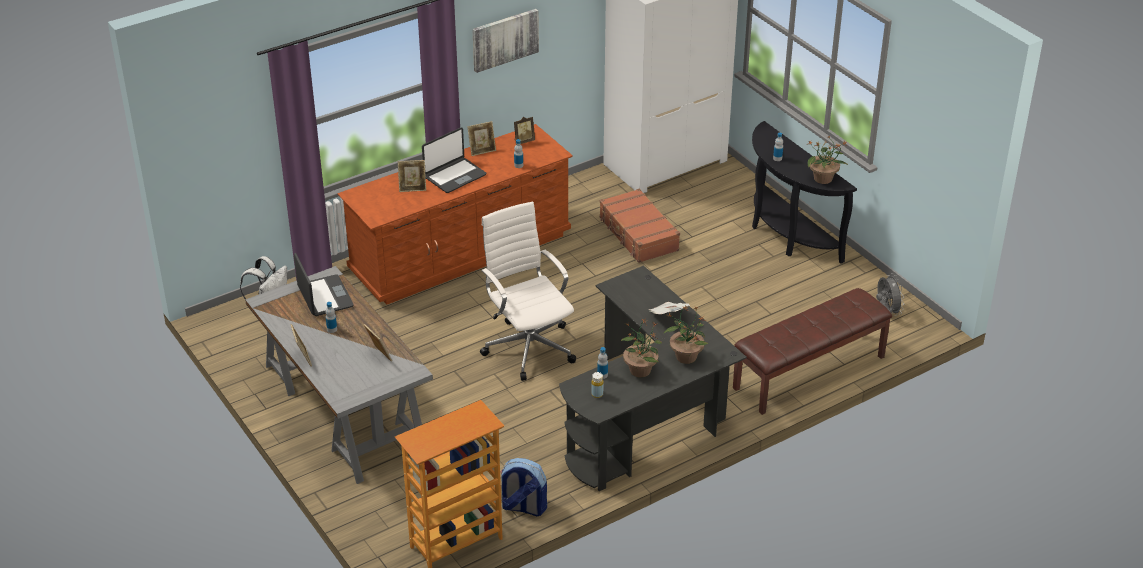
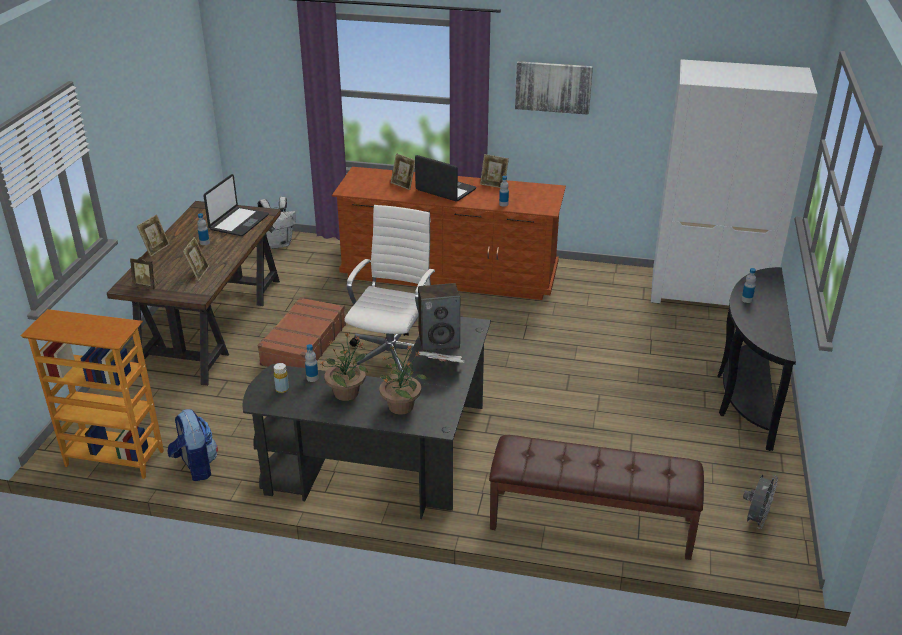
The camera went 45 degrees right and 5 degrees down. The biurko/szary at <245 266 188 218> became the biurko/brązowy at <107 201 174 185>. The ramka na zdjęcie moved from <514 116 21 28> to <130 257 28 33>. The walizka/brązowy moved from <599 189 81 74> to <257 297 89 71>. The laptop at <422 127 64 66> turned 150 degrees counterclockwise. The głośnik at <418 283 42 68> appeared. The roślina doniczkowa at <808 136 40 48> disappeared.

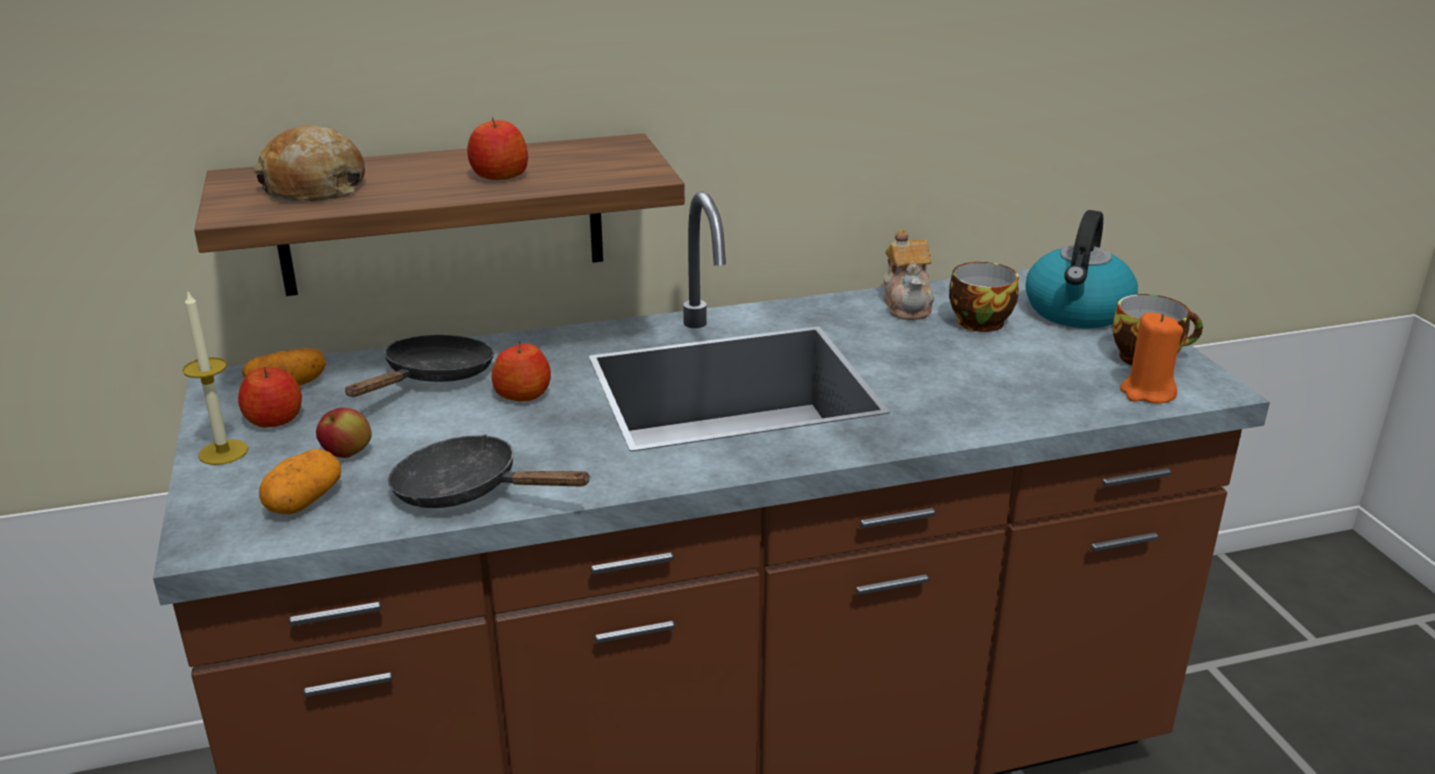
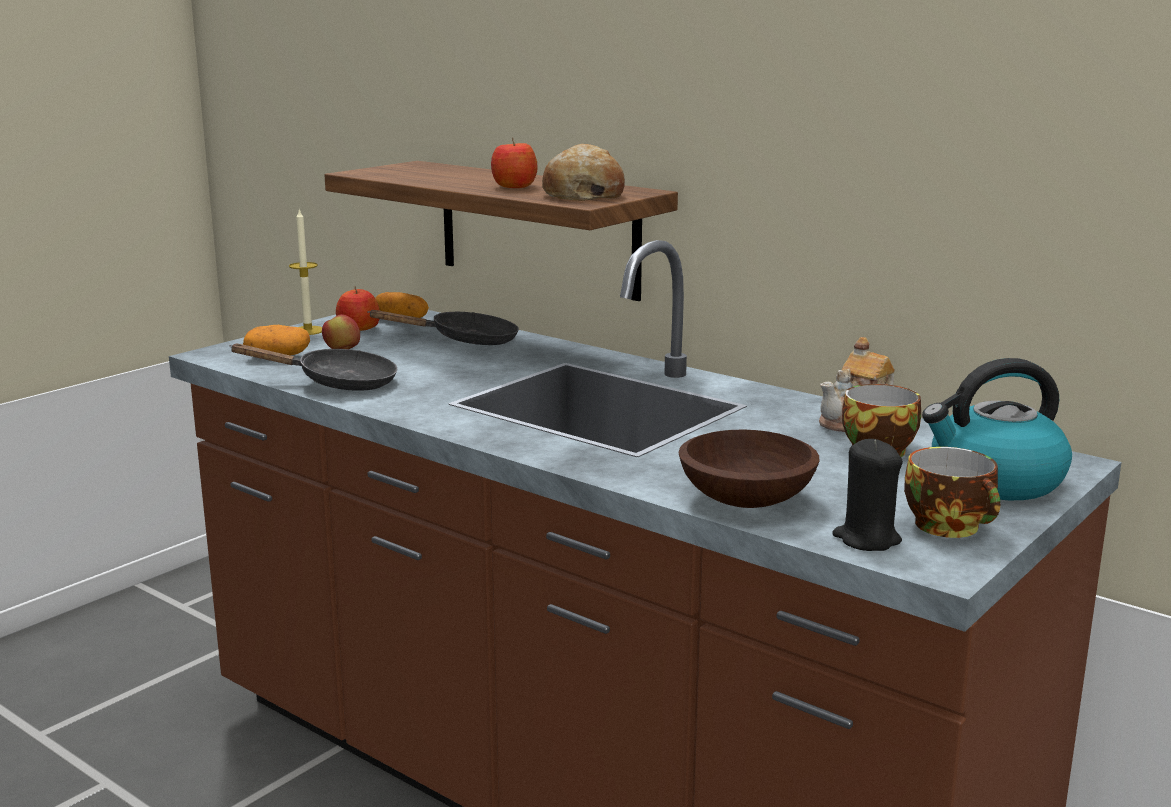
The camera went 55 degrees right and 10 degrees down. The patelnia/czarny at <388 434 203 74> turned 105 degrees clockwise. The chleb moved from <253 126 112 75> to <542 144 83 57>. The miska/brązowy at <679 430 140 78> appeared. The świeca/pomarańczowy at <1120 313 63 91> became the świeca/czarny at <832 439 71 112>. The jabłko at <492 342 59 59> disappeared.

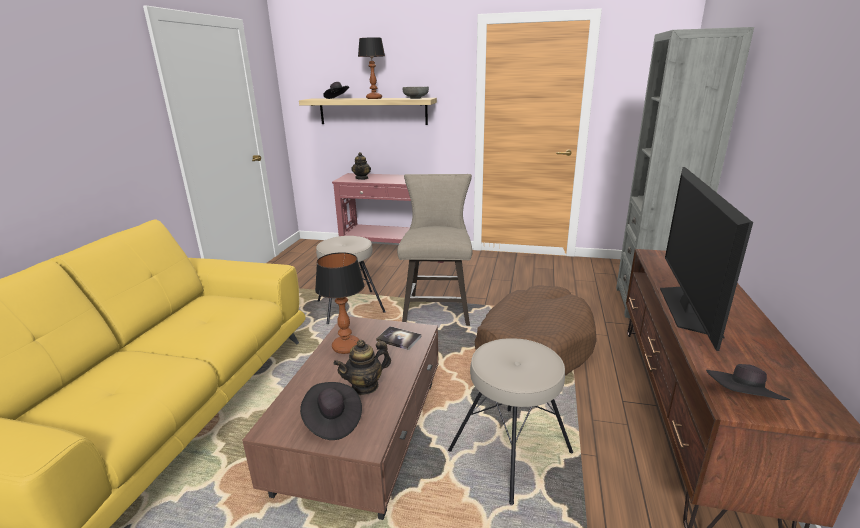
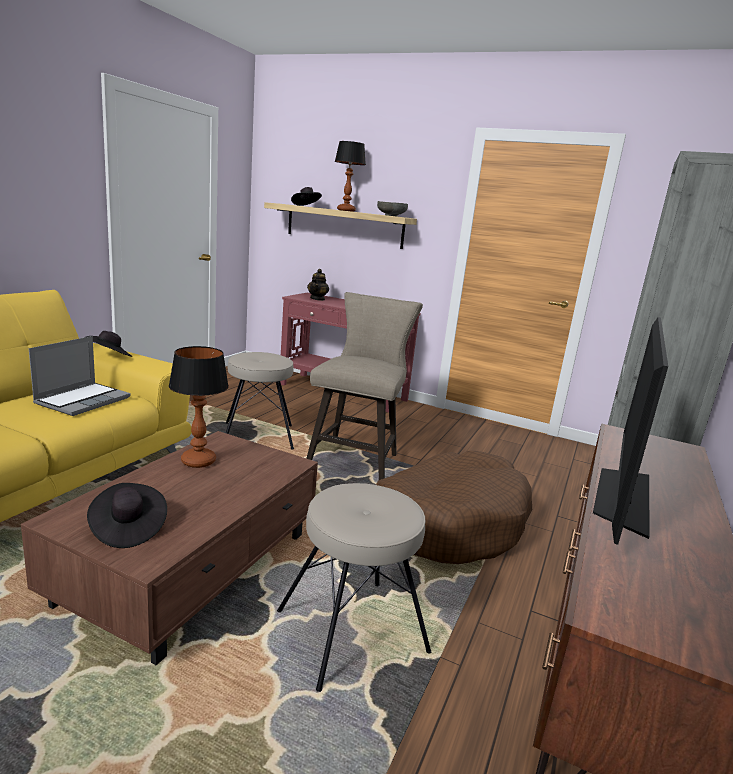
The camera went 10 degrees right and 5 degrees down. The laptop at <29 336 102 80> appeared. The kapelusz/czarny moved from <706 364 84 36> to <86 331 46 26>. The imbryk at <333 340 58 55> disappeared. The książka at <376 326 45 24> disappeared.

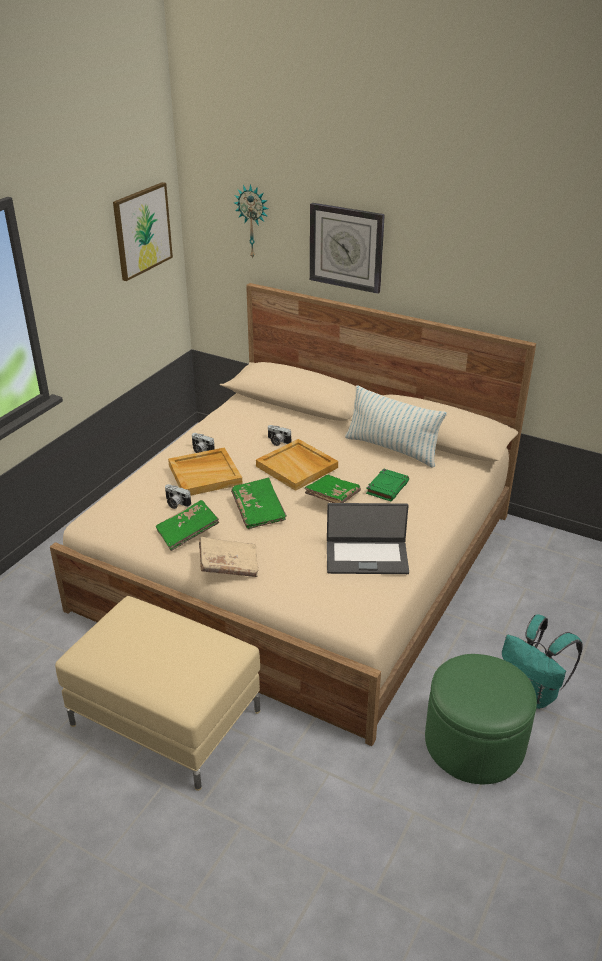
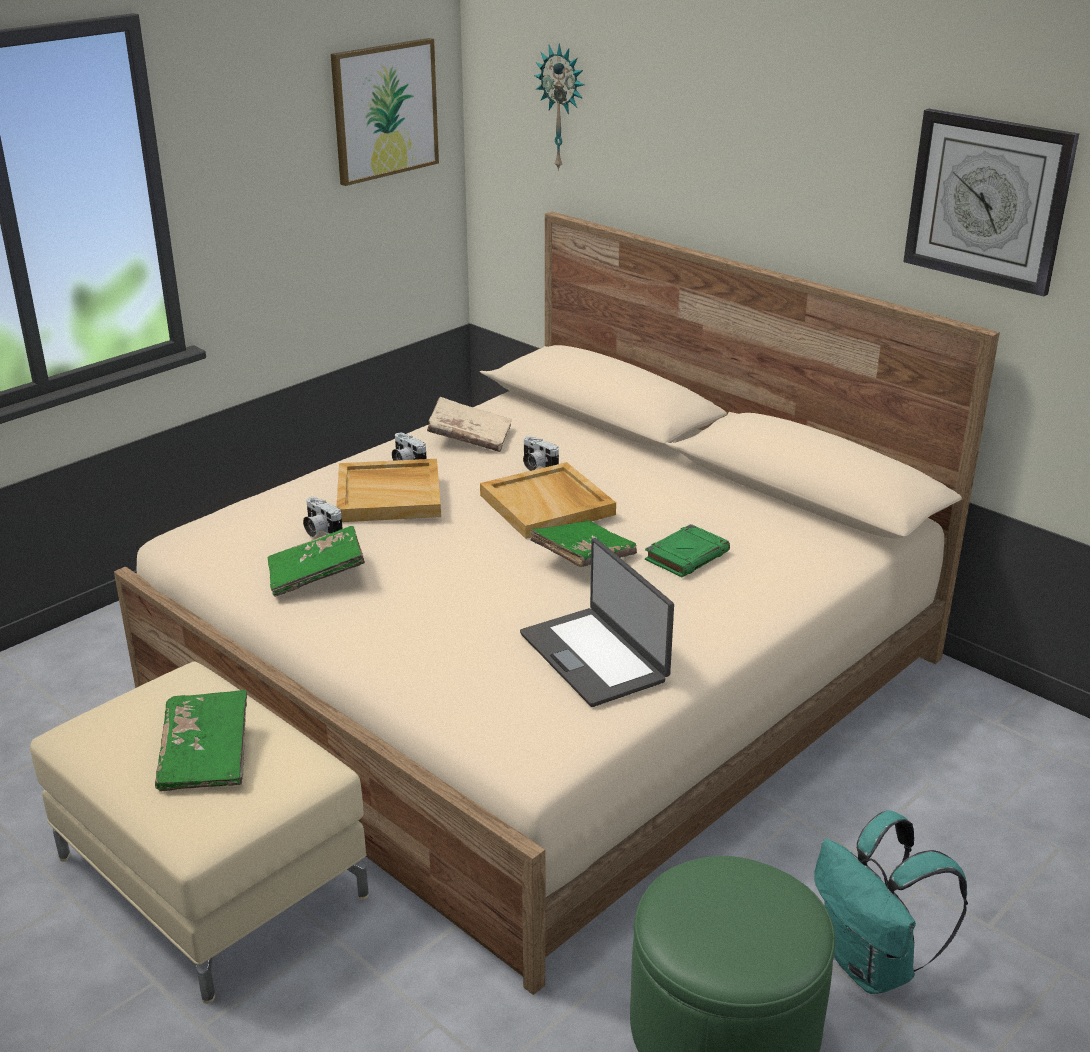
The camera went 15 degrees right and 5 degrees down. The książka/zielony moved from <231 478 56 51> to <155 690 92 101>. The książka/beżowy moved from <199 537 60 40> to <427 397 85 55>. The laptop at <327 503 82 71> turned 45 degrees clockwise. The zegar ścienny moved from <310 203 75 91> to <903 109 176 188>. The poduszka at <345 385 102 83> disappeared.

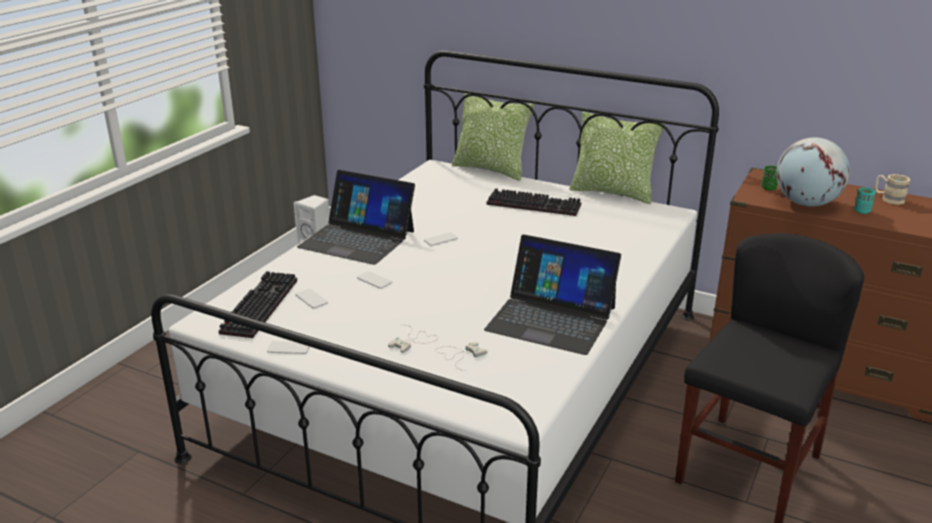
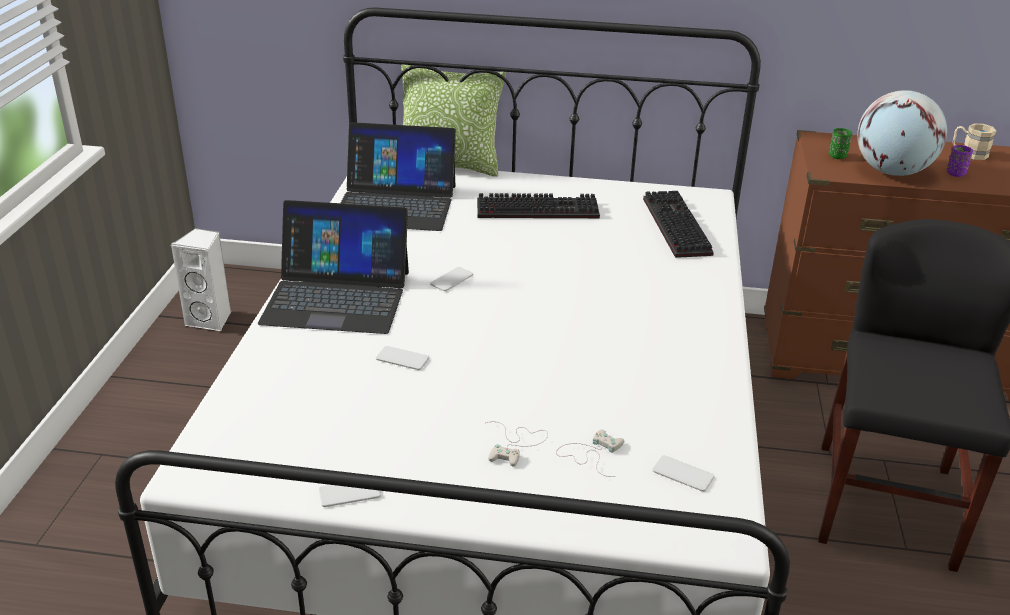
The camera went 20 degrees left and 5 degrees up. The laptop moved from <484 235 137 120> to <341 122 115 109>. The klawiatura moved from <218 271 79 67> to <643 191 71 67>. The telefon moved from <296 289 32 20> to <652 455 63 37>. The filiżanka/turkusowy at <854 187 22 27> became the filiżanka/fioletowy at <947 145 26 32>. The poduszka at <569 111 95 93> disappeared.

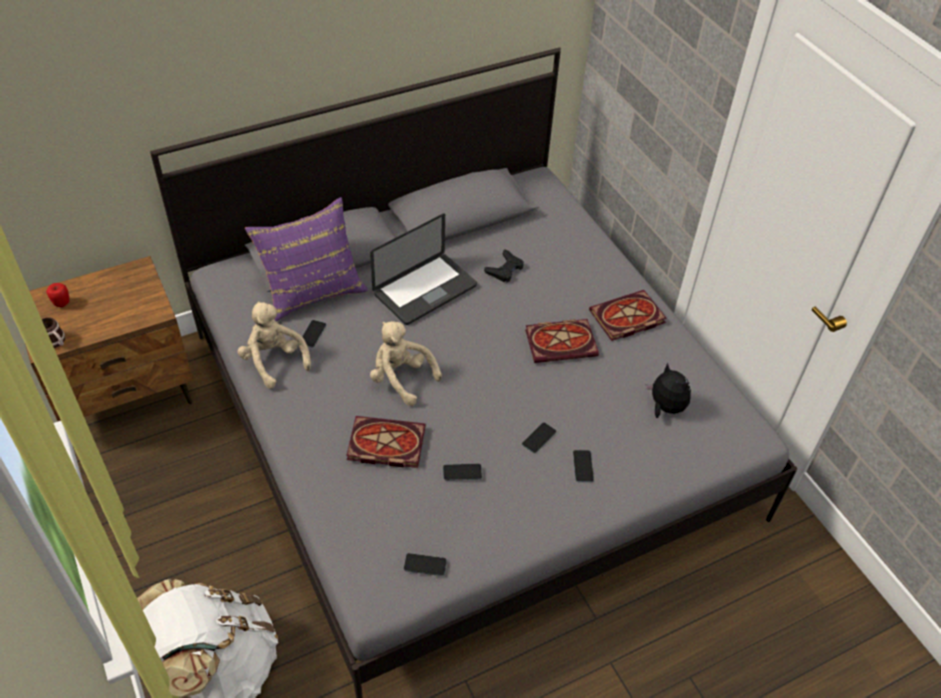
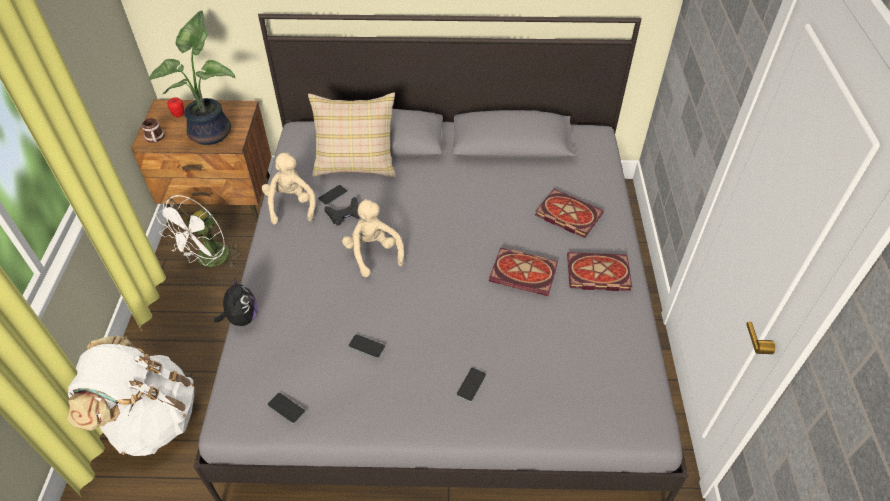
The camera went 30 degrees right and 0 degrees up. The roślina doniczkowa at <149 10 86 135> appeared. The wentylator/biały at <156 195 84 72> appeared. The pluszak moved from <645 363 46 55> to <214 277 43 49>. The poduszka/fioletowy at <245 197 123 124> became the poduszka/beżowy at <308 92 89 85>. The pad do gier/czarny moved from <484 249 40 33> to <324 197 36 28>. The książka moved from <346 416 79 52> to <535 189 69 49>. The laptop at <370 214 107 111> disappeared. The telefon at <522 423 34 30> disappeared.

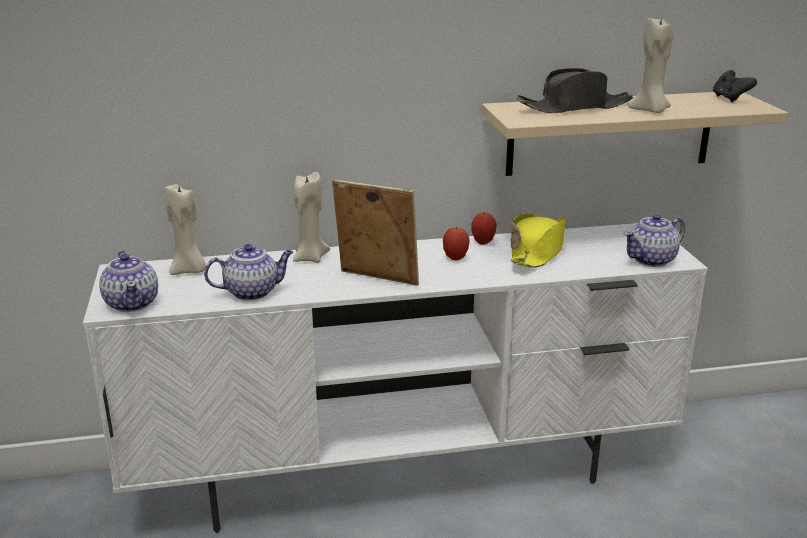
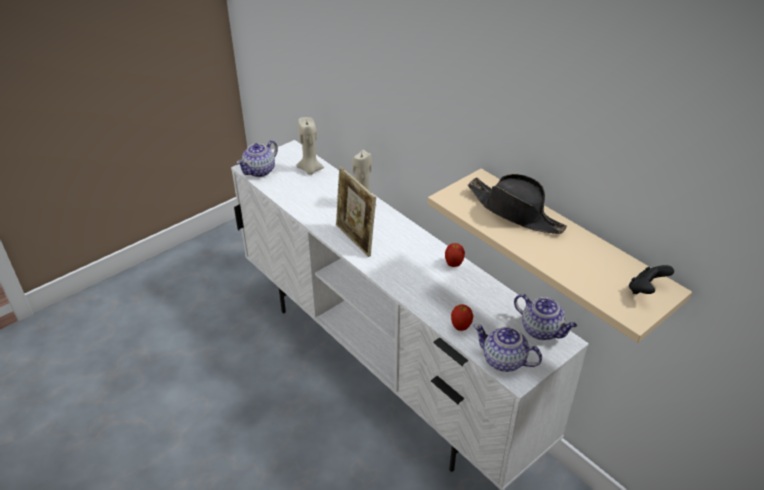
The camera went 60 degrees right and 15 degrees up. The ramka na zdjęcie at <332 180 87 106> turned 150 degrees clockwise. The jabłko moved from <443 226 27 35> to <451 304 22 27>. The imbryk moved from <204 244 89 57> to <514 294 63 46>. The kapelusz/żółty at <510 213 56 55> disappeared. The świeca/beżowy at <628 17 46 96> disappeared.

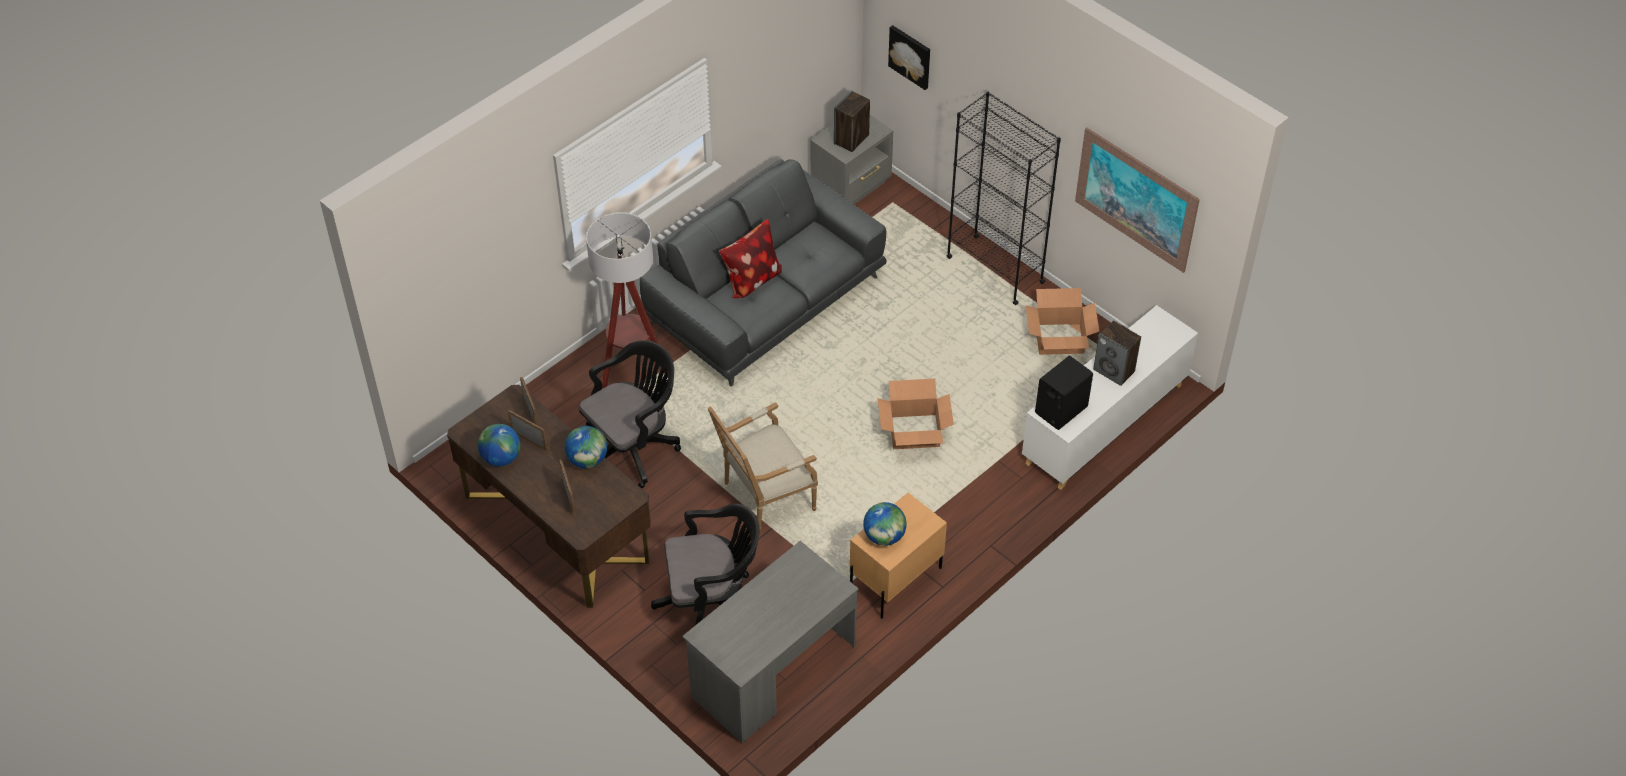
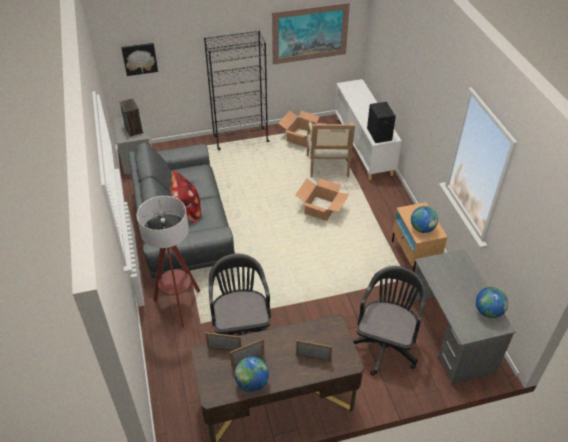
The camera went 60 degrees left and 5 degrees down. The fotel moved from <708 402 110 129> to <307 119 48 58>. The globus moved from <565 426 42 42> to <476 287 32 31>. The głośnik at <1093 320 48 66> disappeared.

